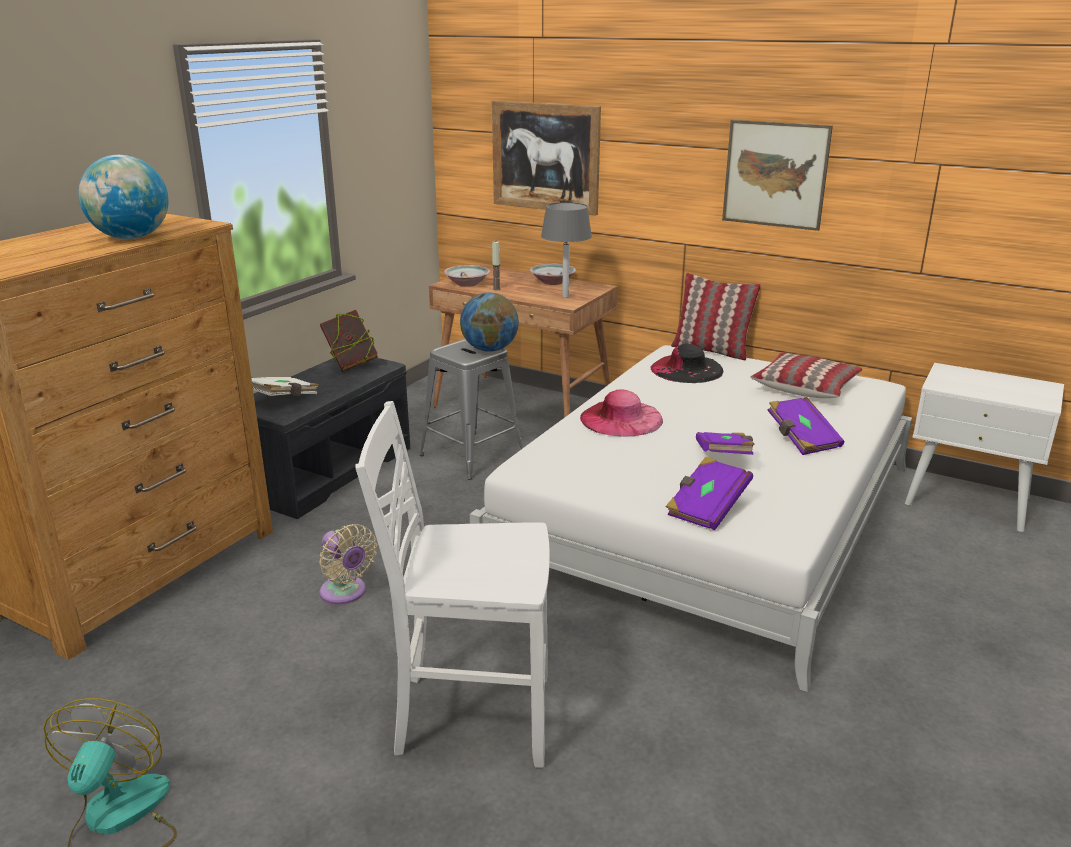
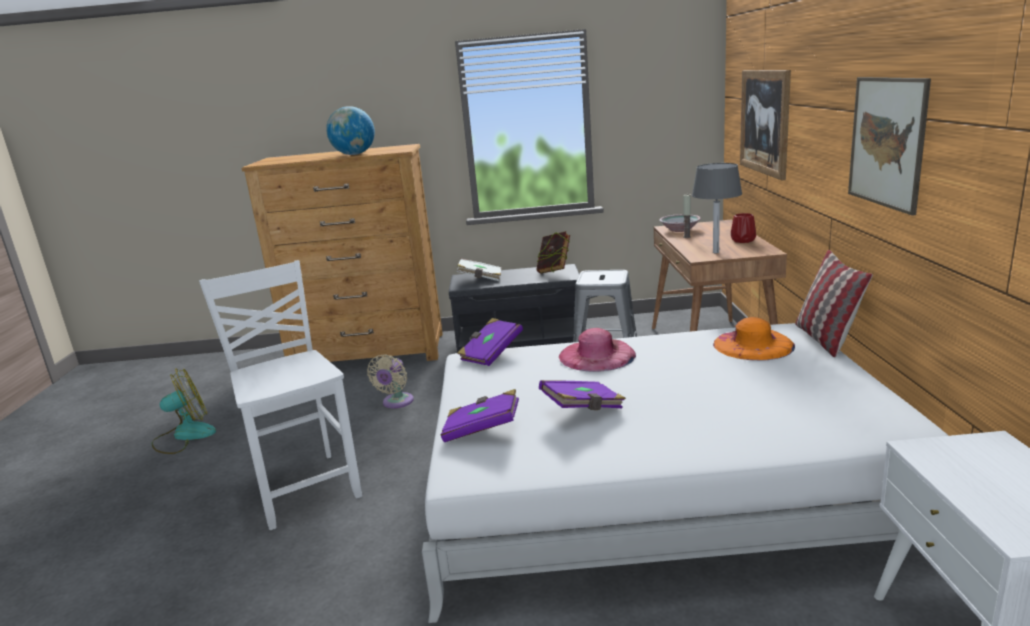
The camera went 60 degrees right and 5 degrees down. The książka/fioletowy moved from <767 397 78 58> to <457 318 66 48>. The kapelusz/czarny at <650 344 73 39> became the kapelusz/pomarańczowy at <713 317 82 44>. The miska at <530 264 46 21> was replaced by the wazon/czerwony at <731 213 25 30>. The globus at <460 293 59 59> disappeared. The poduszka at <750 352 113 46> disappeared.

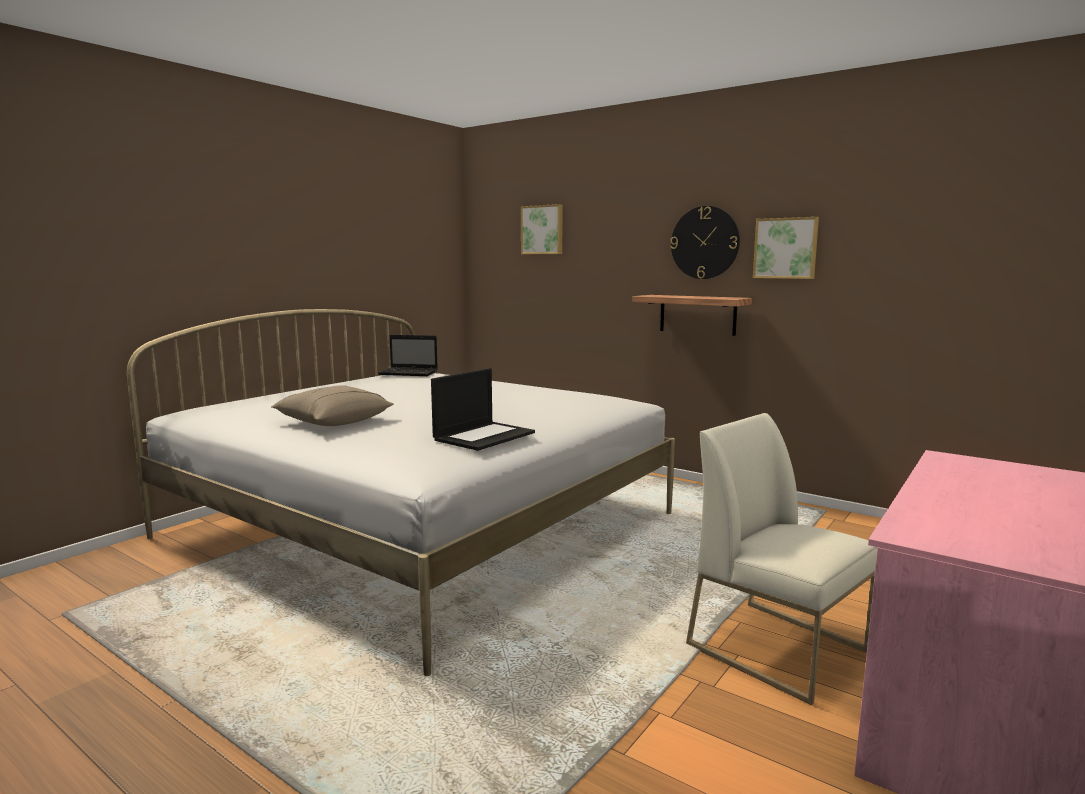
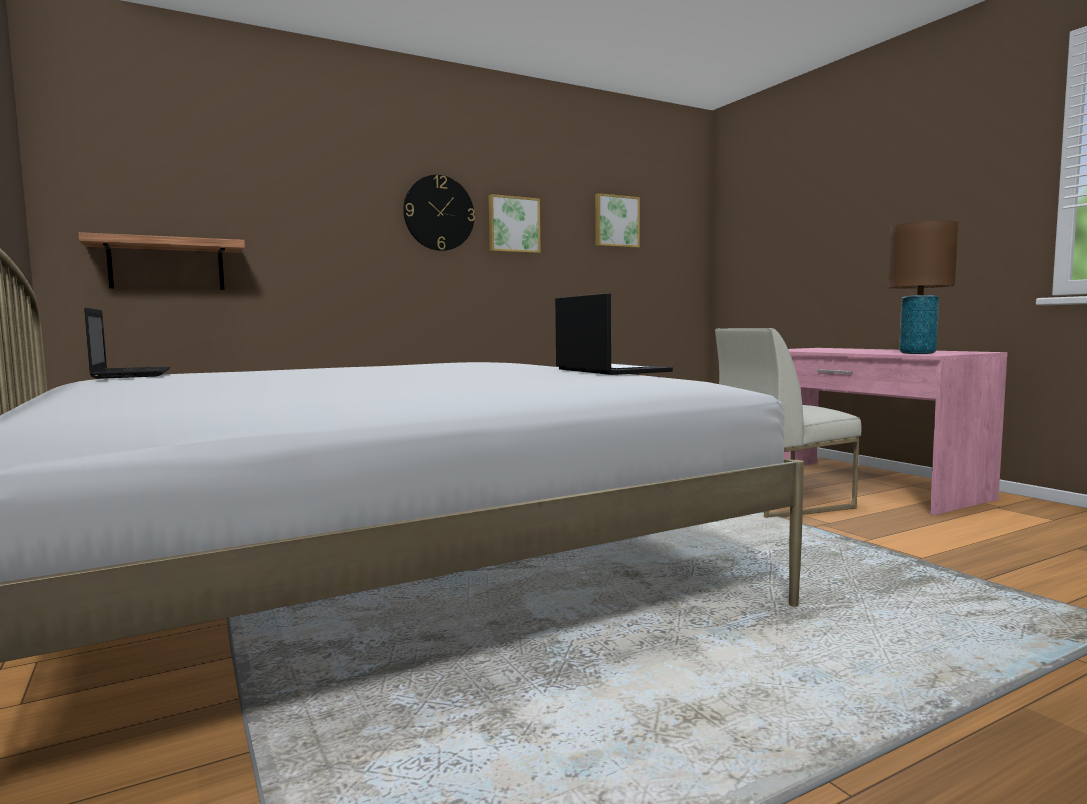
The camera went 65 degrees left and 5 degrees down. The półka moved from <632 295 120 41> to <78 232 167 58>. The laptop at <378 335 60 41> turned 60 degrees counterclockwise. The obraz moved from <521 204 42 50> to <595 193 45 55>. The lampa stołowa/brązowy at <888 221 70 133> appeared. The poduszka/beżowy at <271 385 123 41> disappeared.

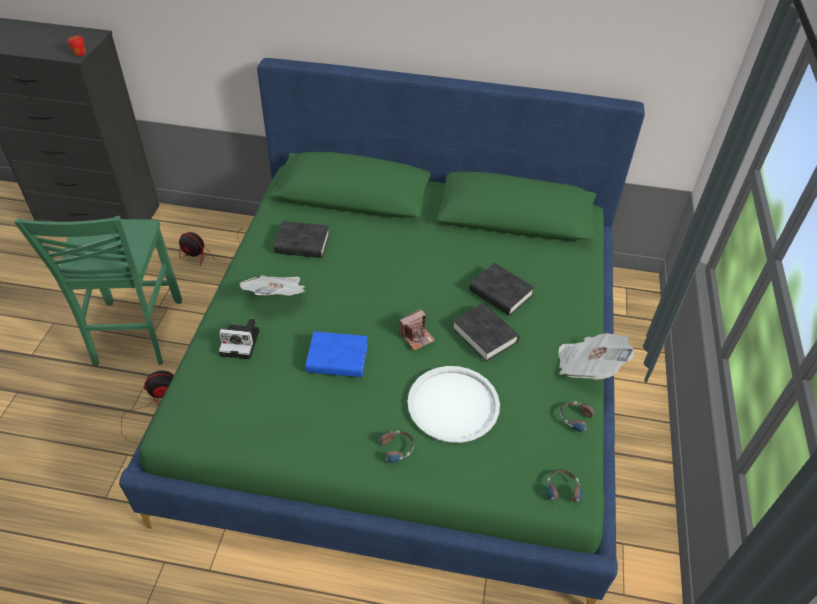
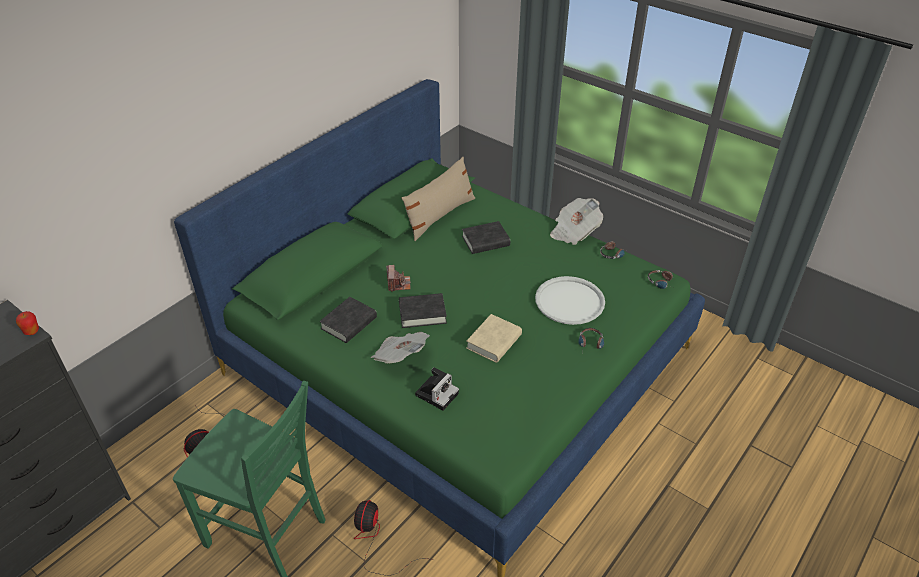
The camera went 60 degrees left and 5 degrees down. The aparat fotograficzny moved from <399 309 36 42> to <386 265 25 27>. The książka/czarny moved from <452 303 67 59> to <399 293 48 35>. The poduszka/beżowy at <401 157 74 84> appeared. The książka/niebieski at <306 331 62 46> became the książka/beżowy at <466 314 56 49>.

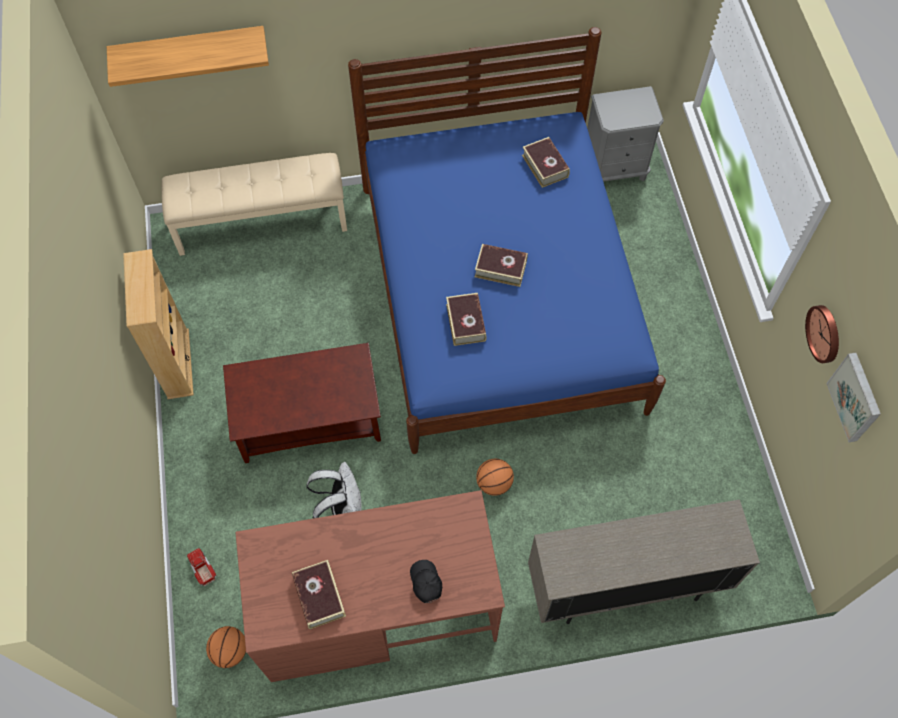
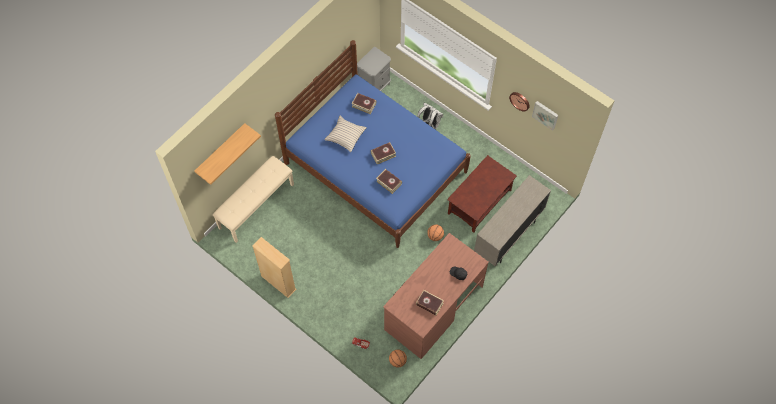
The camera went 40 degrees left and 0 degrees up. The poduszka/beżowy at <324 116 43 36> appeared. The plecak/biały moved from <306 462 56 57> to <417 102 26 27>. The ława/brązowy moved from <223 343 158 120> to <447 155 70 78>.

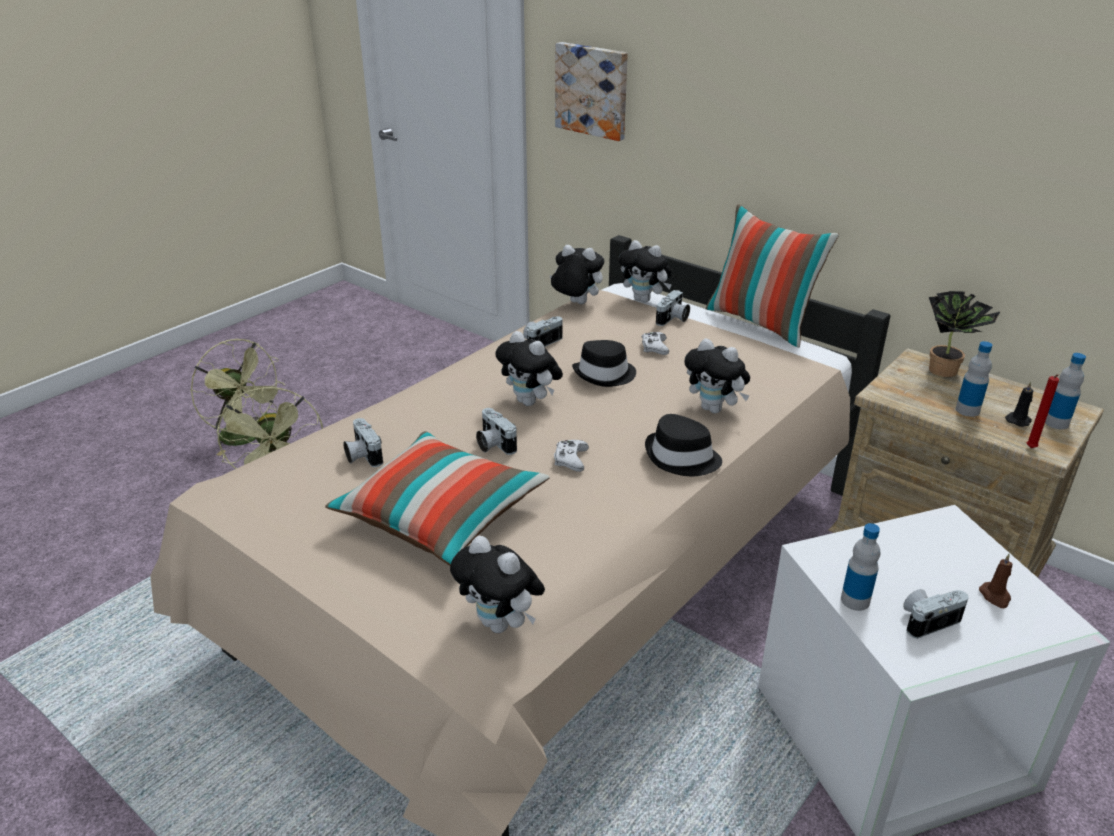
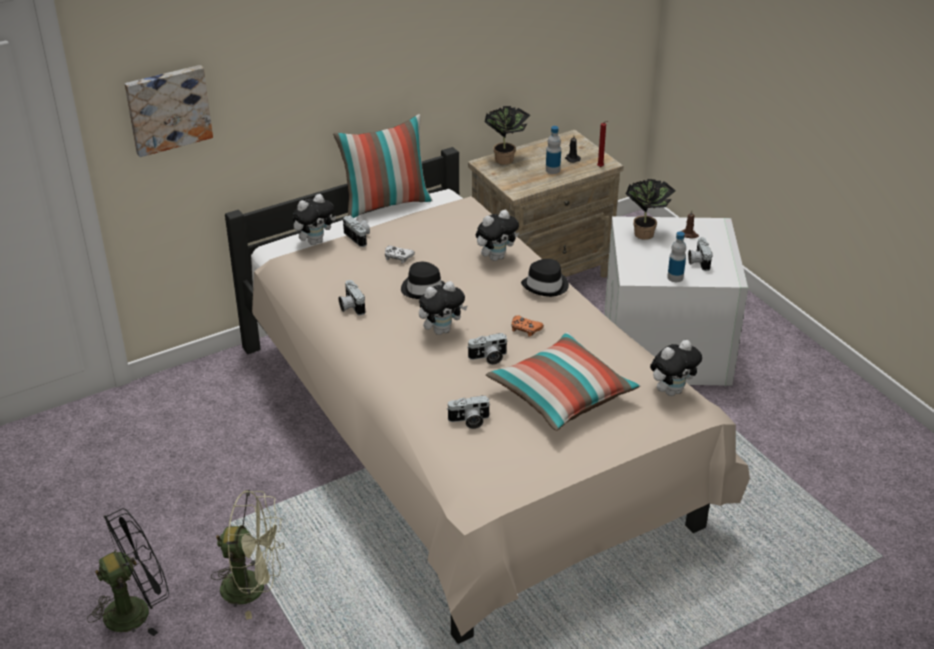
The camera went 70 degrees left and 5 degrees up. The wentylator/zielony at <191 339 94 117> became the wentylator/czarny at <87 508 82 128>. The pad do gier/biały at <554 440 35 32> became the pad do gier/pomarańczowy at <511 315 33 22>. The roślina doniczkowa at <626 179 50 61> appeared. The pluszak at <549 245 55 59> disappeared. The butelka at <1045 353 41 76> disappeared.

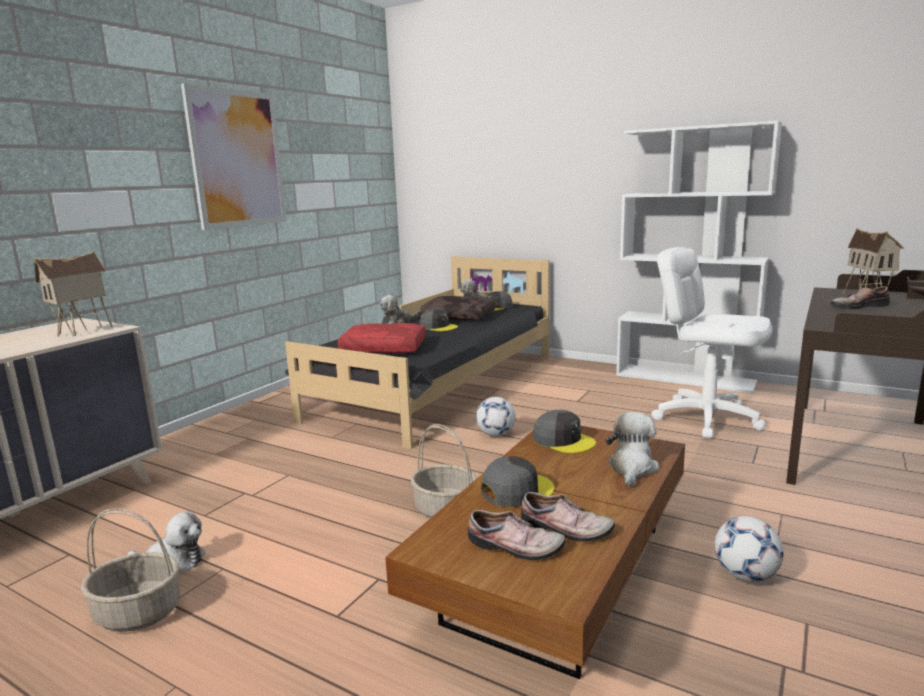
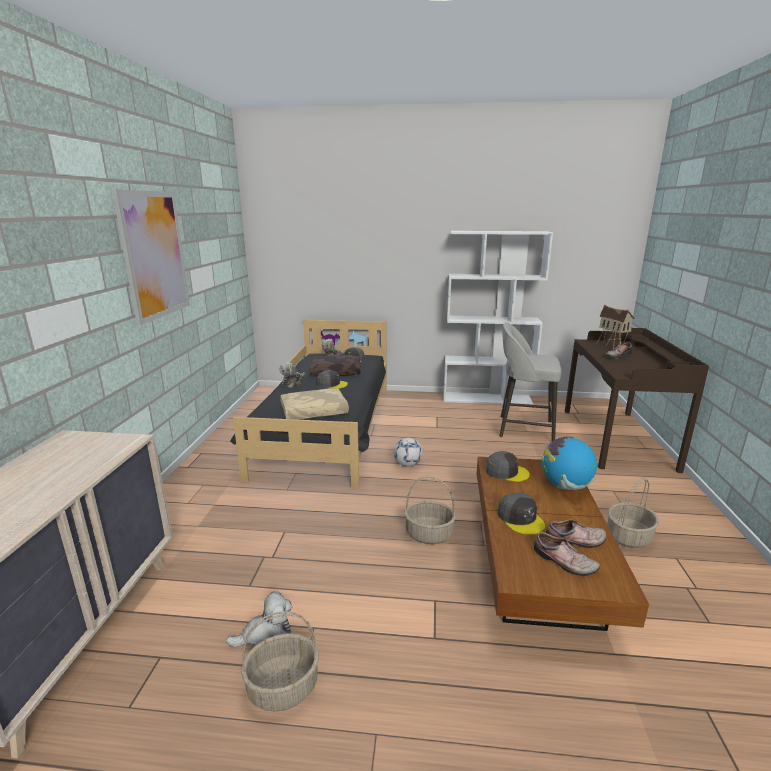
The camera went 25 degrees left and 5 degrees up. The poduszka/czerwony at <338 323 88 30> became the poduszka/beżowy at <280 388 69 32>. The czapka z daszkiem/szary at <481 456 73 51> turned 120 degrees clockwise. The krzesło biurowe/biały at <651 247 121 191> was replaced by the stołek/szary at <499 323 62 118>. The but at <468 510 97 50> turned 45 degrees clockwise. The pluszak at <606 412 53 74> was replaced by the globus at <542 437 55 53>. The piłka futbolowa at <715 516 69 66> was replaced by the koszyk at <607 478 52 70>. The domek at <33 252 80 85> disappeared.

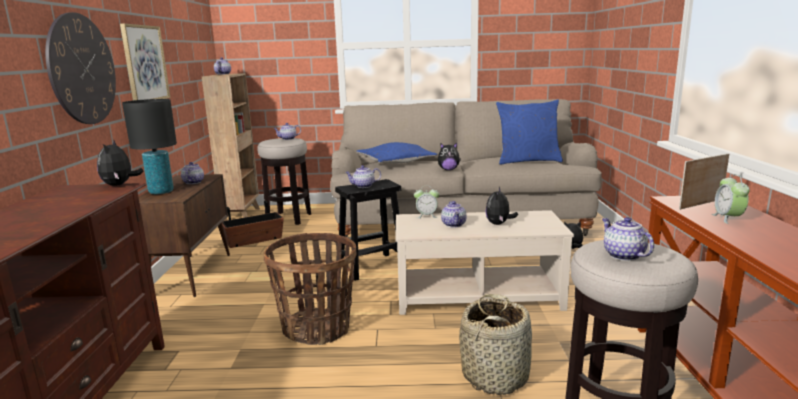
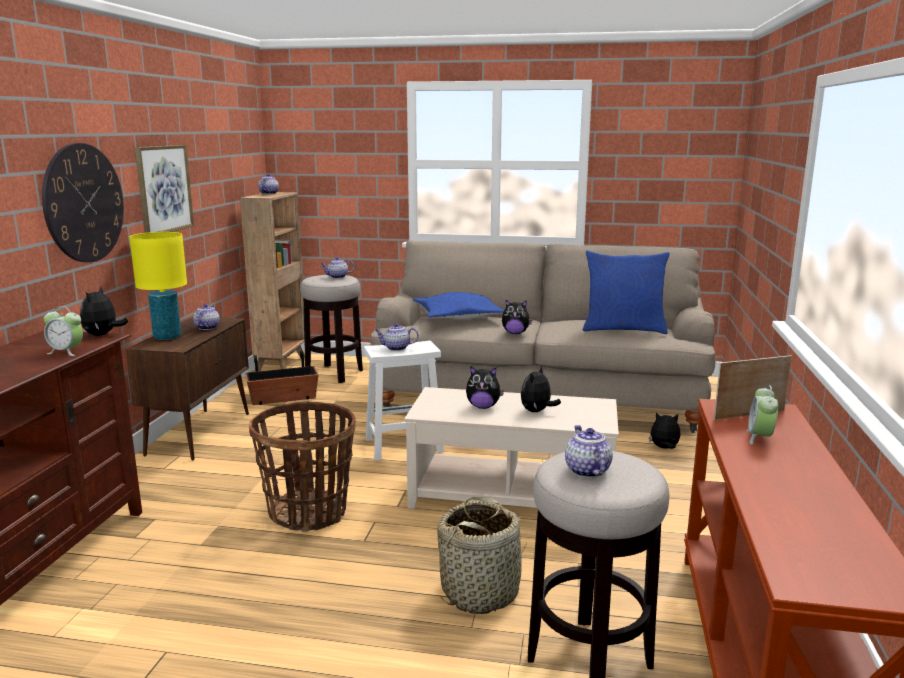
The camera went 10 degrees right and 0 degrees up. The budzik moved from <414 189 25 29> to <44 306 39 50>. The lampa stołowa/czarny at <122 99 55 95> became the lampa stołowa/żółty at <129 232 58 108>. The stołek/czarny at <335 179 72 102> became the stołek/biały at <364 341 80 120>. The imbryk at <441 201 25 26> was replaced by the pluszak at <466 367 38 42>.

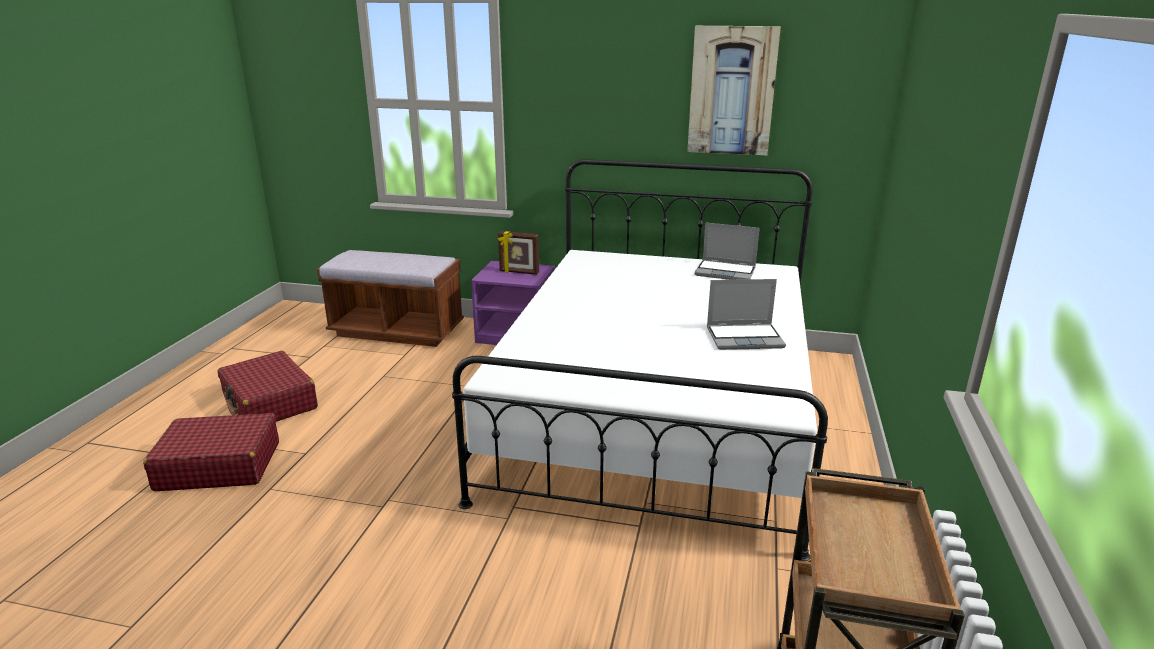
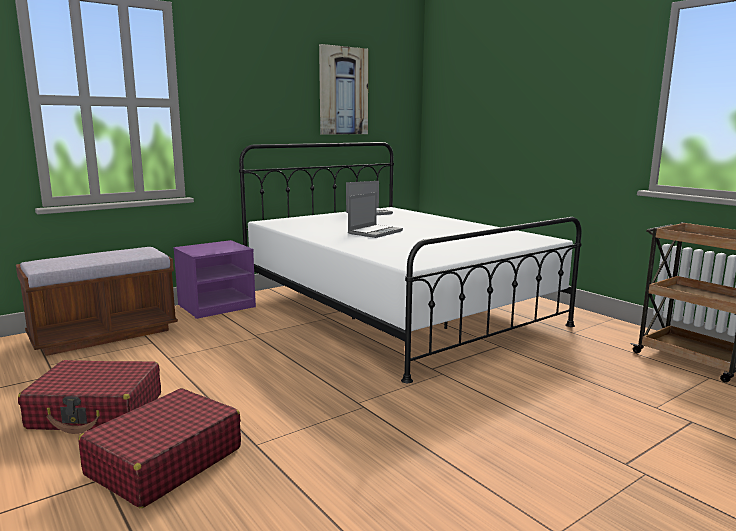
The camera went 50 degrees left and 10 degrees down. The laptop moved from <707 279 79 71> to <348 192 55 46>. The ramka na zdjęcie at <498 231 41 44> disappeared.

